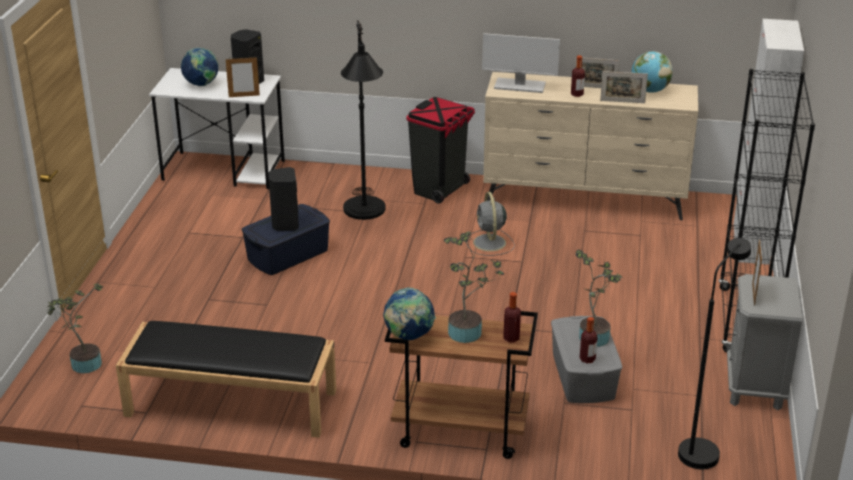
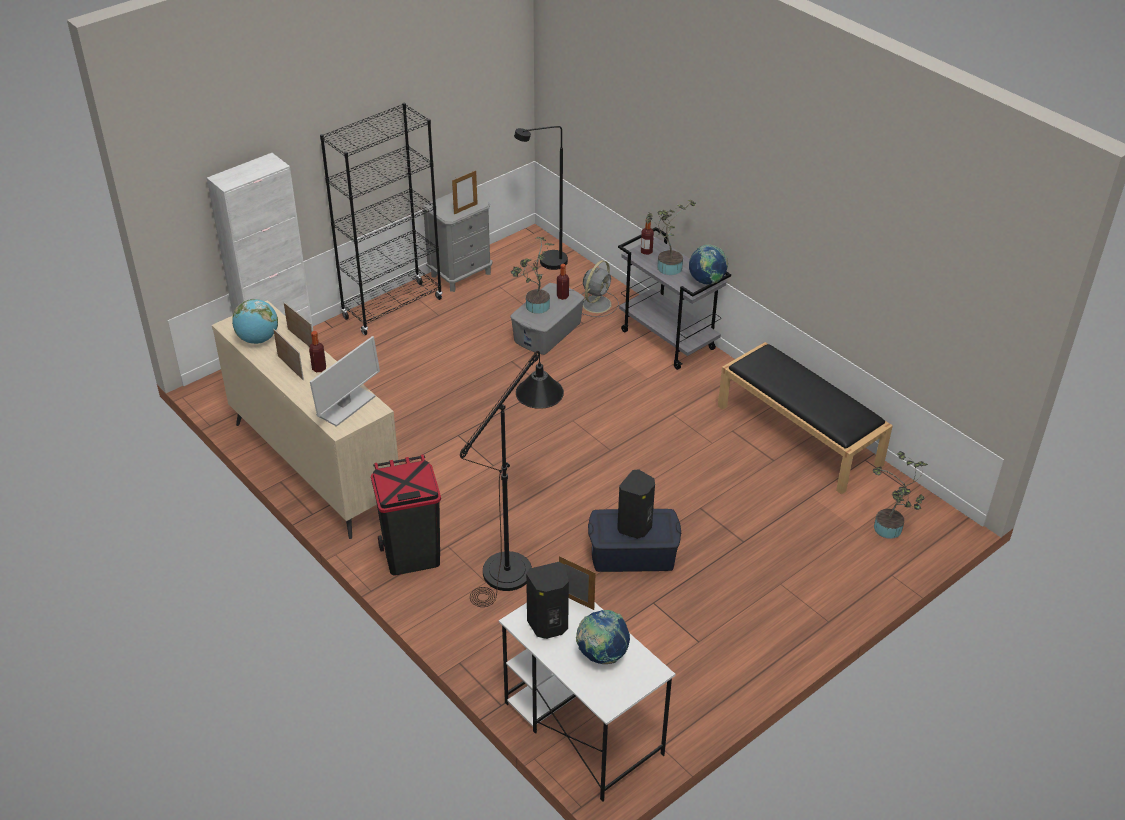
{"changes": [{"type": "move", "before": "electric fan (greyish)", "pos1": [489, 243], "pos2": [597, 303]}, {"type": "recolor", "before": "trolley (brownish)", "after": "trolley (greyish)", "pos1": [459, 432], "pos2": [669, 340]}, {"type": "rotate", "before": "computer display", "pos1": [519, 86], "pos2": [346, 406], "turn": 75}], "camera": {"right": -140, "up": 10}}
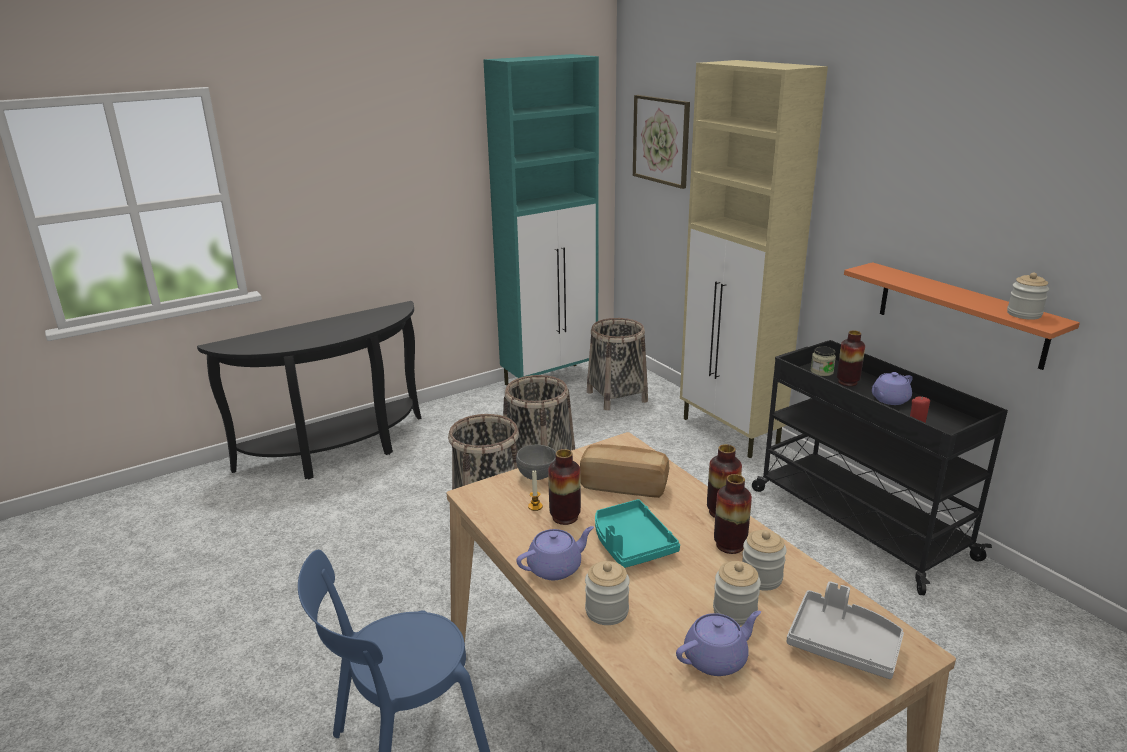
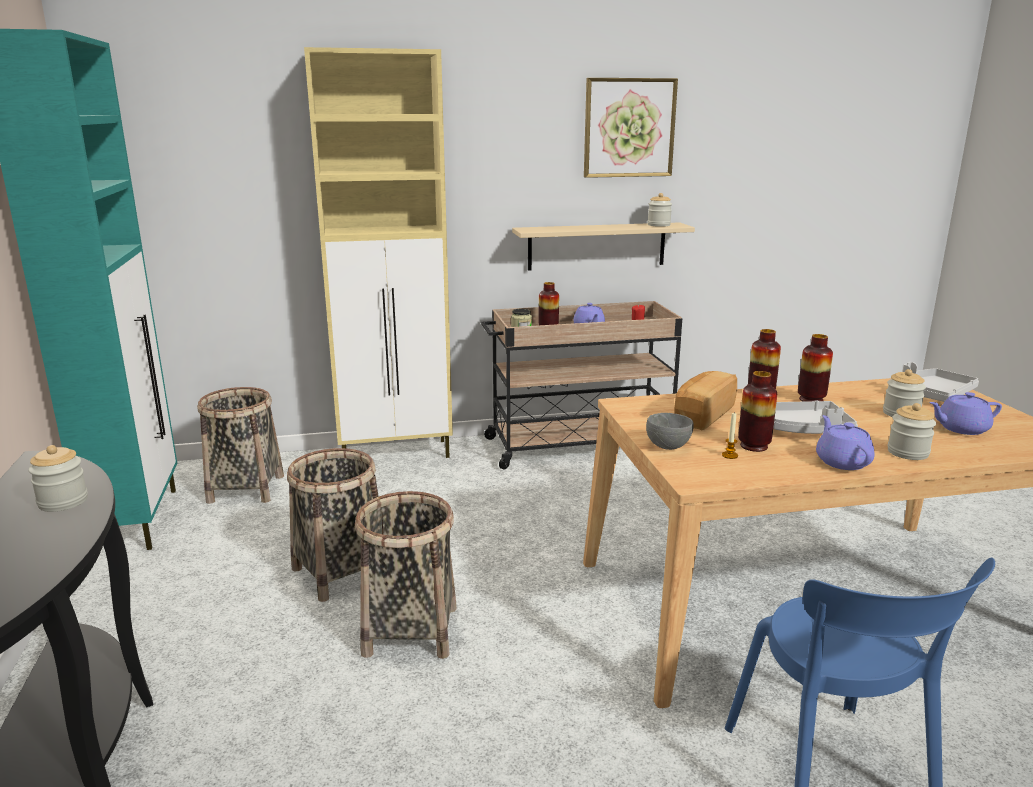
{"changes": [{"type": "move", "before": "wall art", "pos1": [661, 140], "pos2": [629, 128]}, {"type": "move", "before": "preserve jar", "pos1": [761, 578], "pos2": [63, 502]}, {"type": "recolor", "before": "tray (turquoise)", "after": "tray (greyish)", "pos1": [631, 544], "pos2": [805, 429]}, {"type": "recolor", "before": "trolley (black)", "after": "trolley (beige-coloured)", "pos1": [857, 521], "pos2": [578, 445]}, {"type": "recolor", "before": "shelf (orangey)", "after": "shelf (beige-coloured)", "pos1": [960, 314], "pos2": [597, 246]}, {"type": "rotate", "before": "tea pot (purple)", "pos1": [716, 658], "pos2": [961, 429], "turn": -90}], "camera": {"right": -70, "up": -5}}
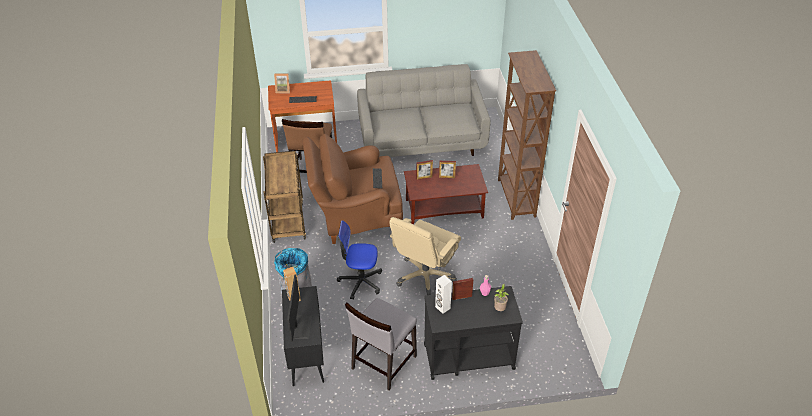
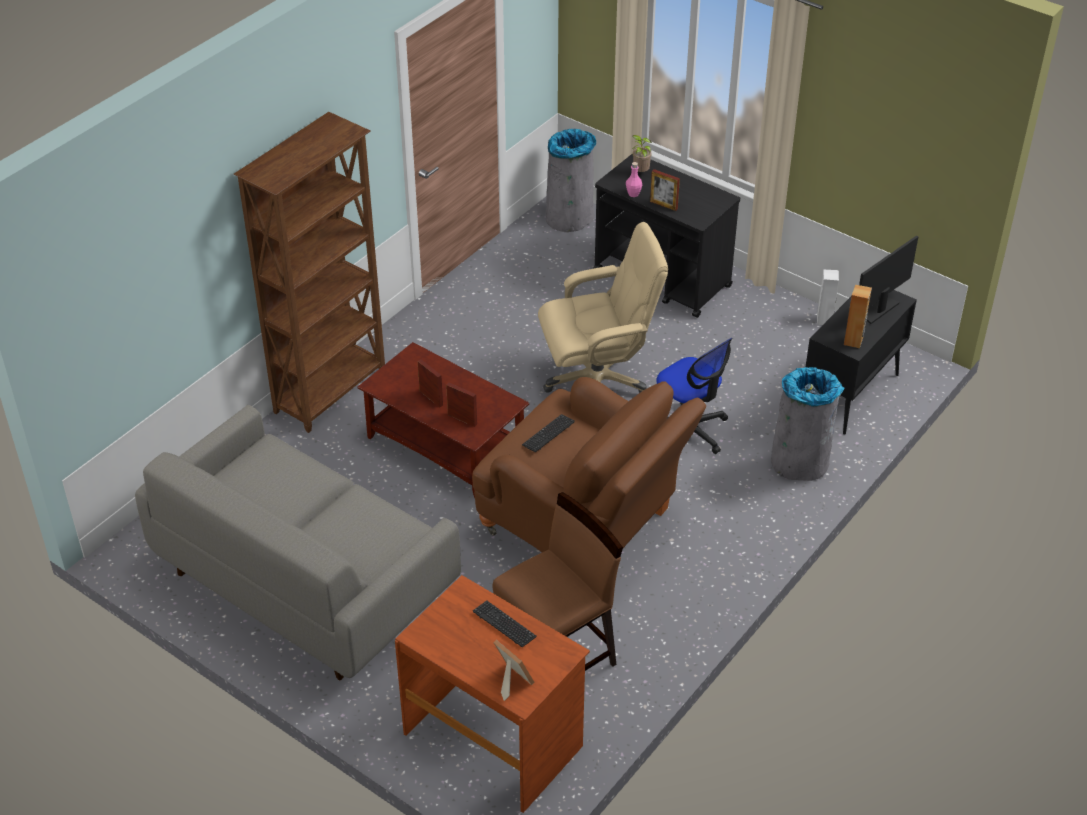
{"changes": [{"type": "delete", "before": "trolley (brownish)", "pos1": [287, 221]}, {"type": "delete", "before": "upright chair (greyish)", "pos1": [383, 362]}, {"type": "insert", "after": "waste bin (greyish)", "pos2": [570, 217]}, {"type": "move", "before": "speaker (whitish)", "pos1": [442, 307], "pos2": [824, 320]}], "camera": {"right": -135, "up": 0}}
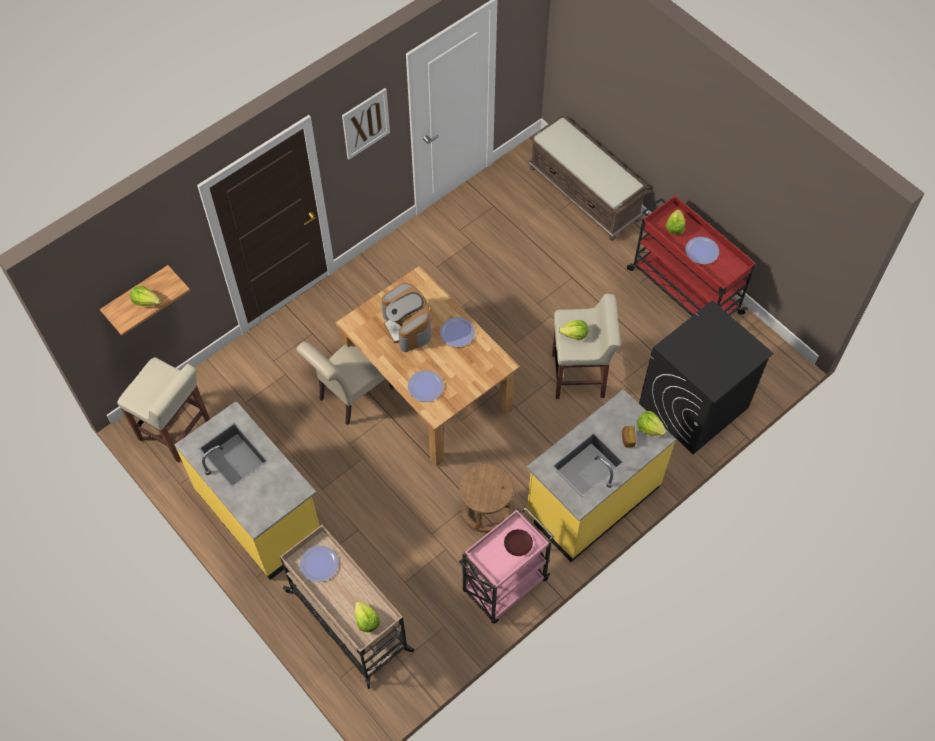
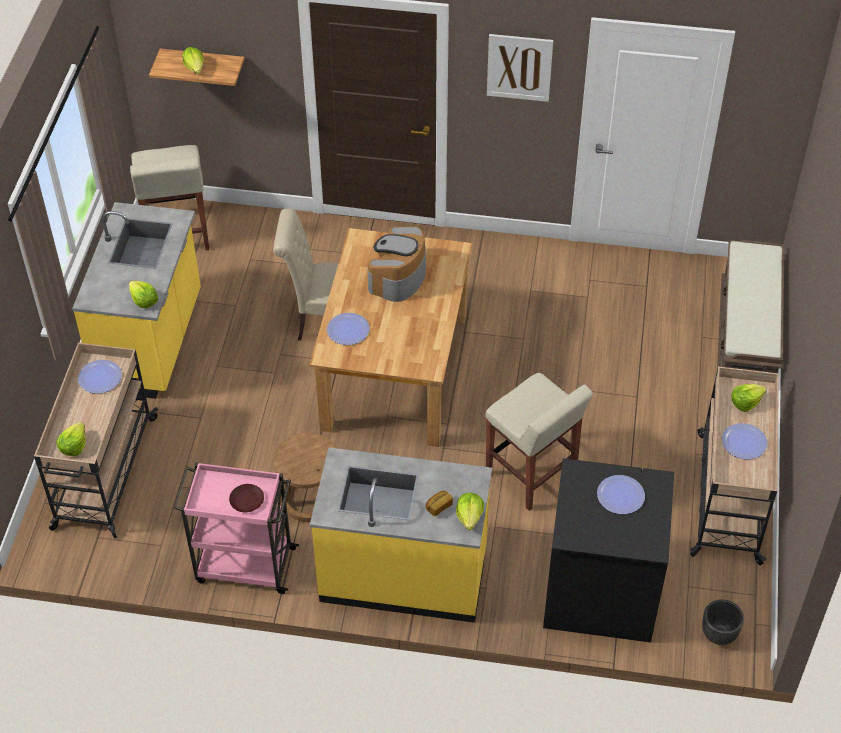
{"changes": [{"type": "insert", "after": "planter (black)", "pos2": [719, 635]}, {"type": "move", "before": "flat dish", "pos1": [457, 333], "pos2": [620, 495]}, {"type": "move", "before": "head of lettuce", "pos1": [574, 334], "pos2": [143, 301]}, {"type": "recolor", "before": "trolley (red-coloured)", "after": "trolley (beige-coloured)", "pos1": [683, 290], "pos2": [728, 495]}], "camera": {"right": 50, "up": -10}}
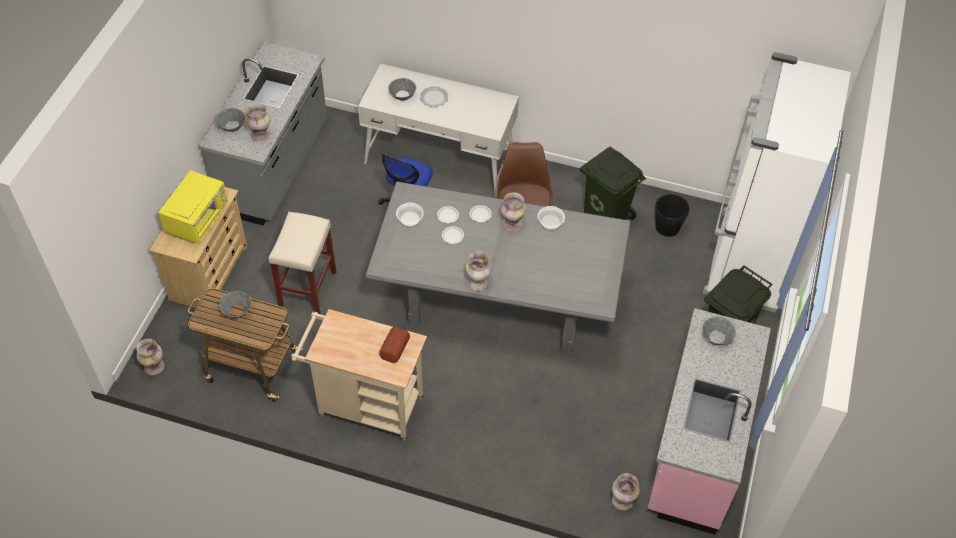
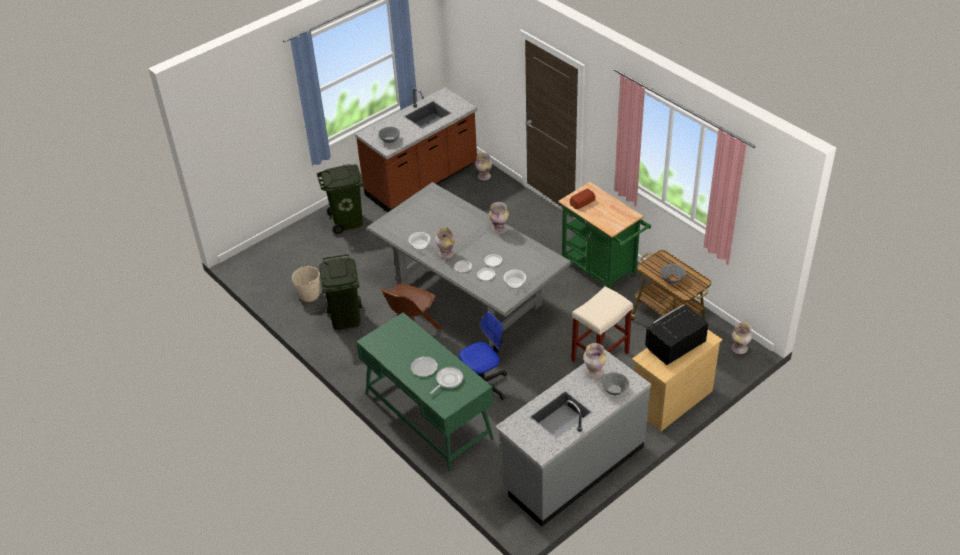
{"changes": [{"type": "delete", "before": "refrigerator (whitish)", "pos1": [746, 260]}, {"type": "replace", "before": "bowl (greyish)", "after": "pan", "pos1": [402, 95], "pos2": [448, 380]}, {"type": "recolor", "before": "microwave oven (yellow-coloured)", "after": "microwave oven (black)", "pos1": [198, 219], "pos2": [674, 347]}, {"type": "recolor", "before": "trolley (beige-coloured)", "after": "trolley (green-coloured)", "pos1": [365, 405], "pos2": [602, 271]}, {"type": "recolor", "before": "desk (whitish)", "after": "desk (green-coloured)", "pos1": [439, 159], "pos2": [428, 415]}, {"type": "recolor", "before": "counter (pinkish)", "after": "counter (brownish)", "pos1": [695, 449], "pos2": [422, 181]}, {"type": "recolor", "before": "bucket (black)", "after": "bucket (beige-coloured)", "pos1": [667, 227], "pos2": [309, 294]}], "camera": {"right": -145, "up": -10}}
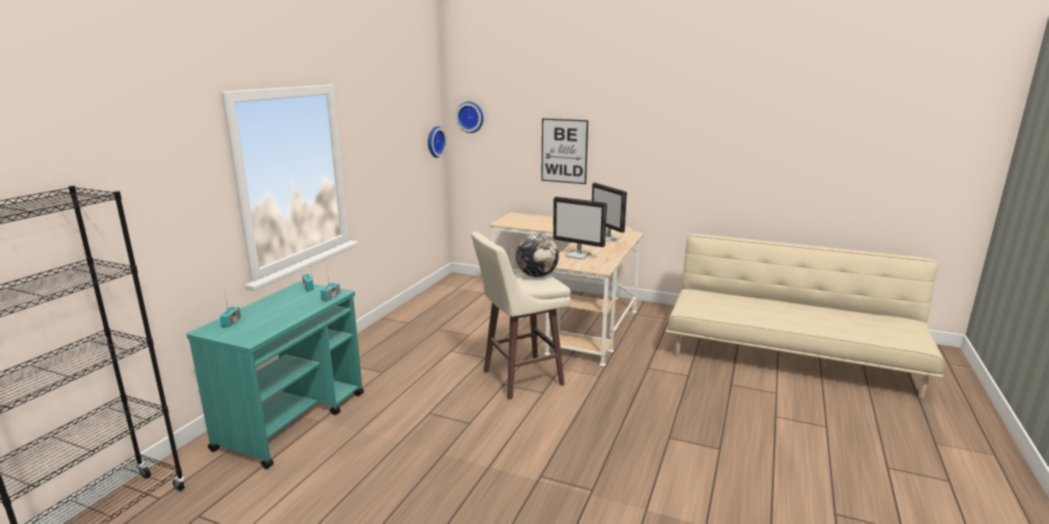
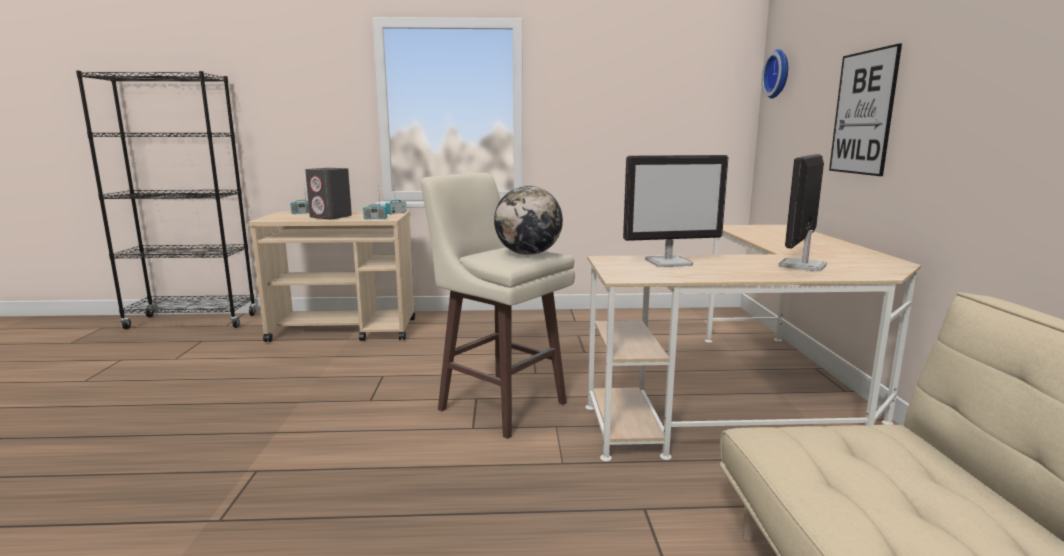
{"changes": [{"type": "delete", "before": "clock on the wall", "pos1": [434, 141]}, {"type": "insert", "after": "speaker (greyish)", "pos2": [331, 217]}, {"type": "recolor", "before": "trolley (turquoise)", "after": "trolley (beige-coloured)", "pos1": [293, 420], "pos2": [345, 330]}, {"type": "rotate", "before": "computer display", "pos1": [579, 255], "pos2": [669, 262], "turn": -105}], "camera": {"right": 65, "up": -5}}
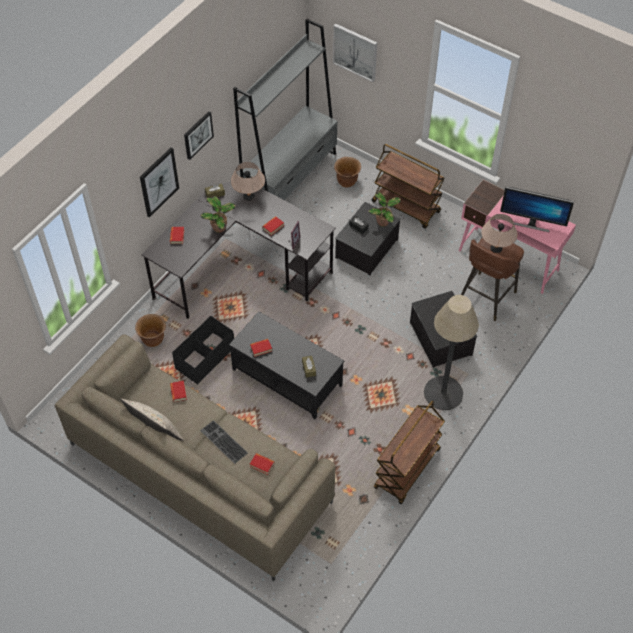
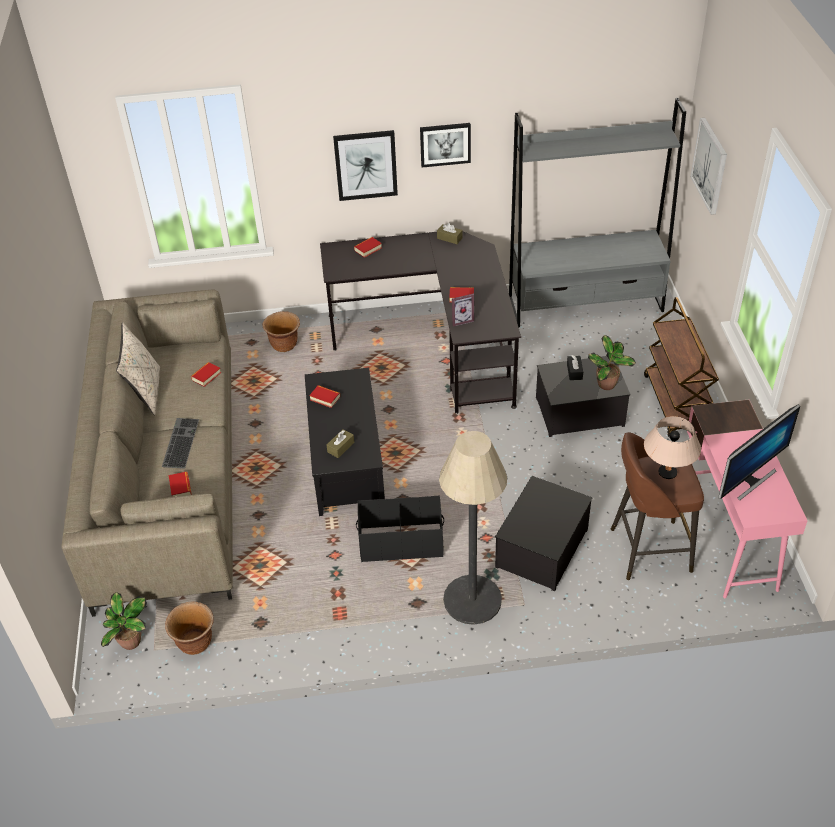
{"changes": [{"type": "delete", "before": "lamp for a table (beige-coloured)", "pos1": [248, 196]}, {"type": "delete", "before": "trolley (brownish)", "pos1": [407, 469]}, {"type": "move", "before": "storage container (black)", "pos1": [205, 358], "pos2": [401, 542]}, {"type": "move", "before": "potted plant", "pos1": [220, 228], "pos2": [131, 643]}, {"type": "move", "before": "planter (brownish)", "pos1": [347, 181], "pos2": [195, 643]}, {"type": "rotate", "before": "computer display", "pos1": [532, 223], "pos2": [749, 479], "turn": -105}], "camera": {"right": 50, "up": -10}}
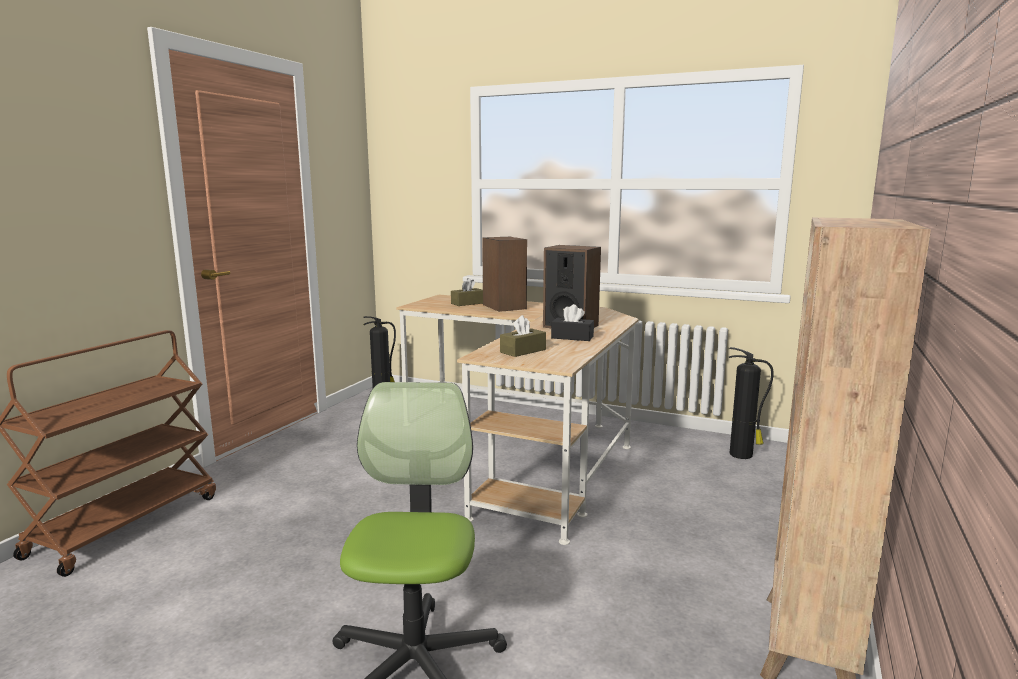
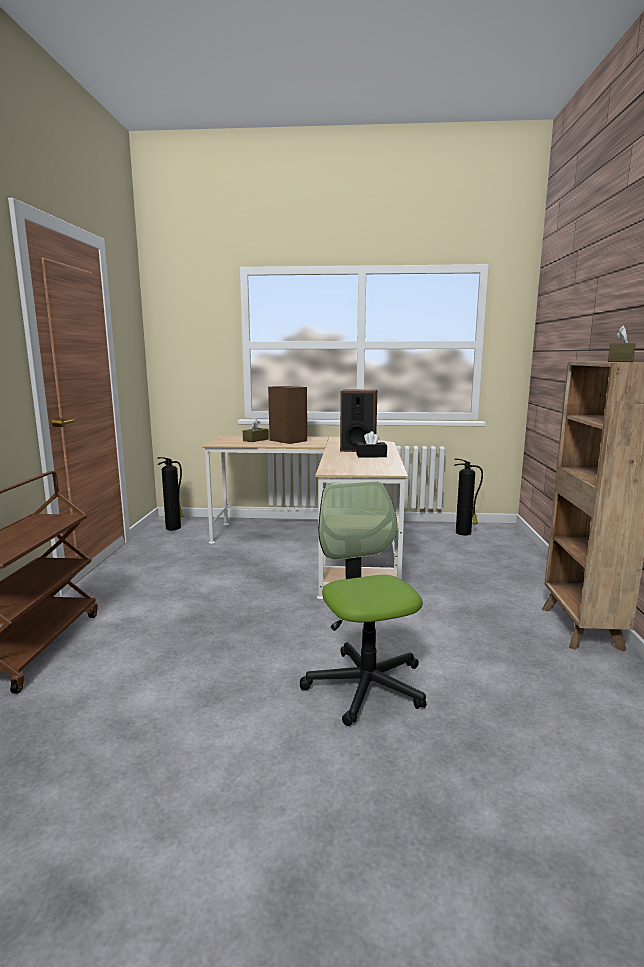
{"changes": [{"type": "move", "before": "tissue box (brownish)", "pos1": [523, 351], "pos2": [620, 361]}], "camera": {"right": -20, "up": 0}}
